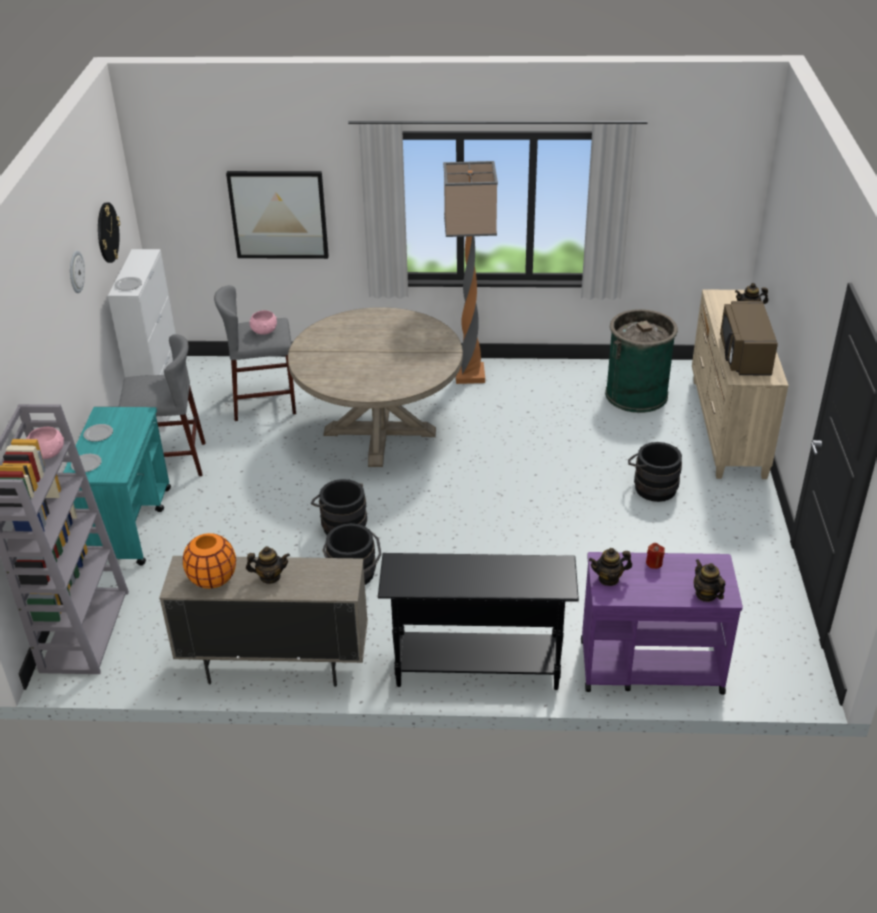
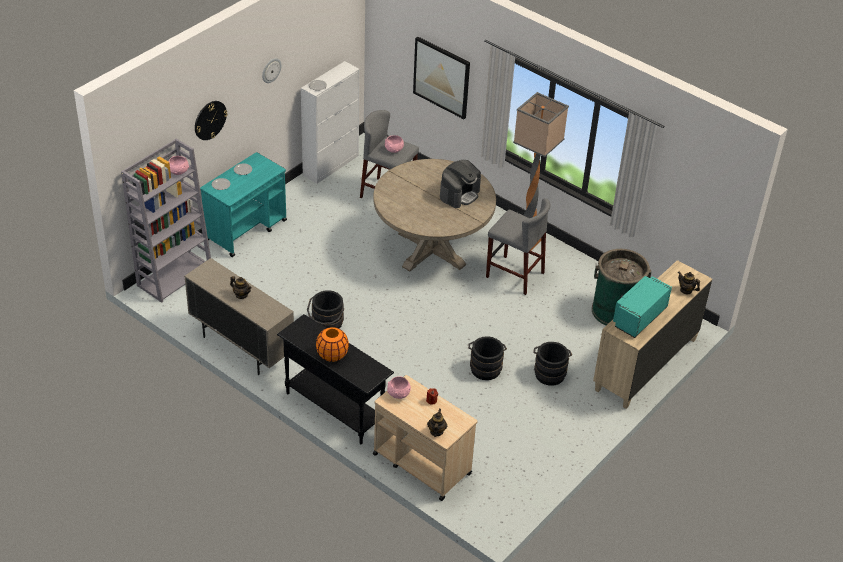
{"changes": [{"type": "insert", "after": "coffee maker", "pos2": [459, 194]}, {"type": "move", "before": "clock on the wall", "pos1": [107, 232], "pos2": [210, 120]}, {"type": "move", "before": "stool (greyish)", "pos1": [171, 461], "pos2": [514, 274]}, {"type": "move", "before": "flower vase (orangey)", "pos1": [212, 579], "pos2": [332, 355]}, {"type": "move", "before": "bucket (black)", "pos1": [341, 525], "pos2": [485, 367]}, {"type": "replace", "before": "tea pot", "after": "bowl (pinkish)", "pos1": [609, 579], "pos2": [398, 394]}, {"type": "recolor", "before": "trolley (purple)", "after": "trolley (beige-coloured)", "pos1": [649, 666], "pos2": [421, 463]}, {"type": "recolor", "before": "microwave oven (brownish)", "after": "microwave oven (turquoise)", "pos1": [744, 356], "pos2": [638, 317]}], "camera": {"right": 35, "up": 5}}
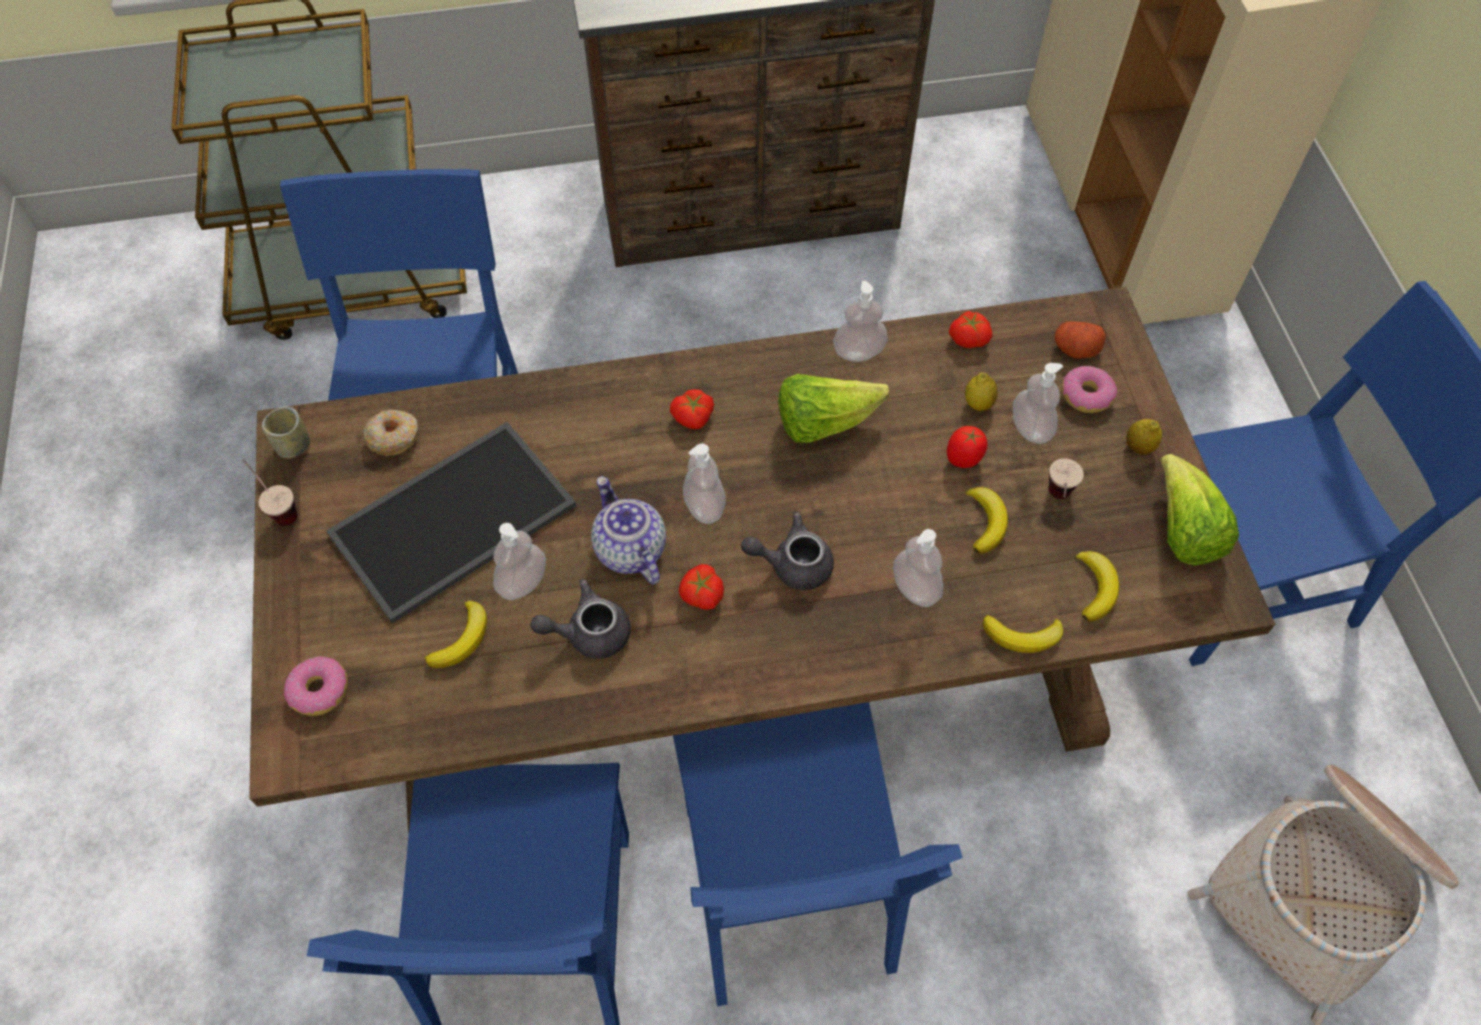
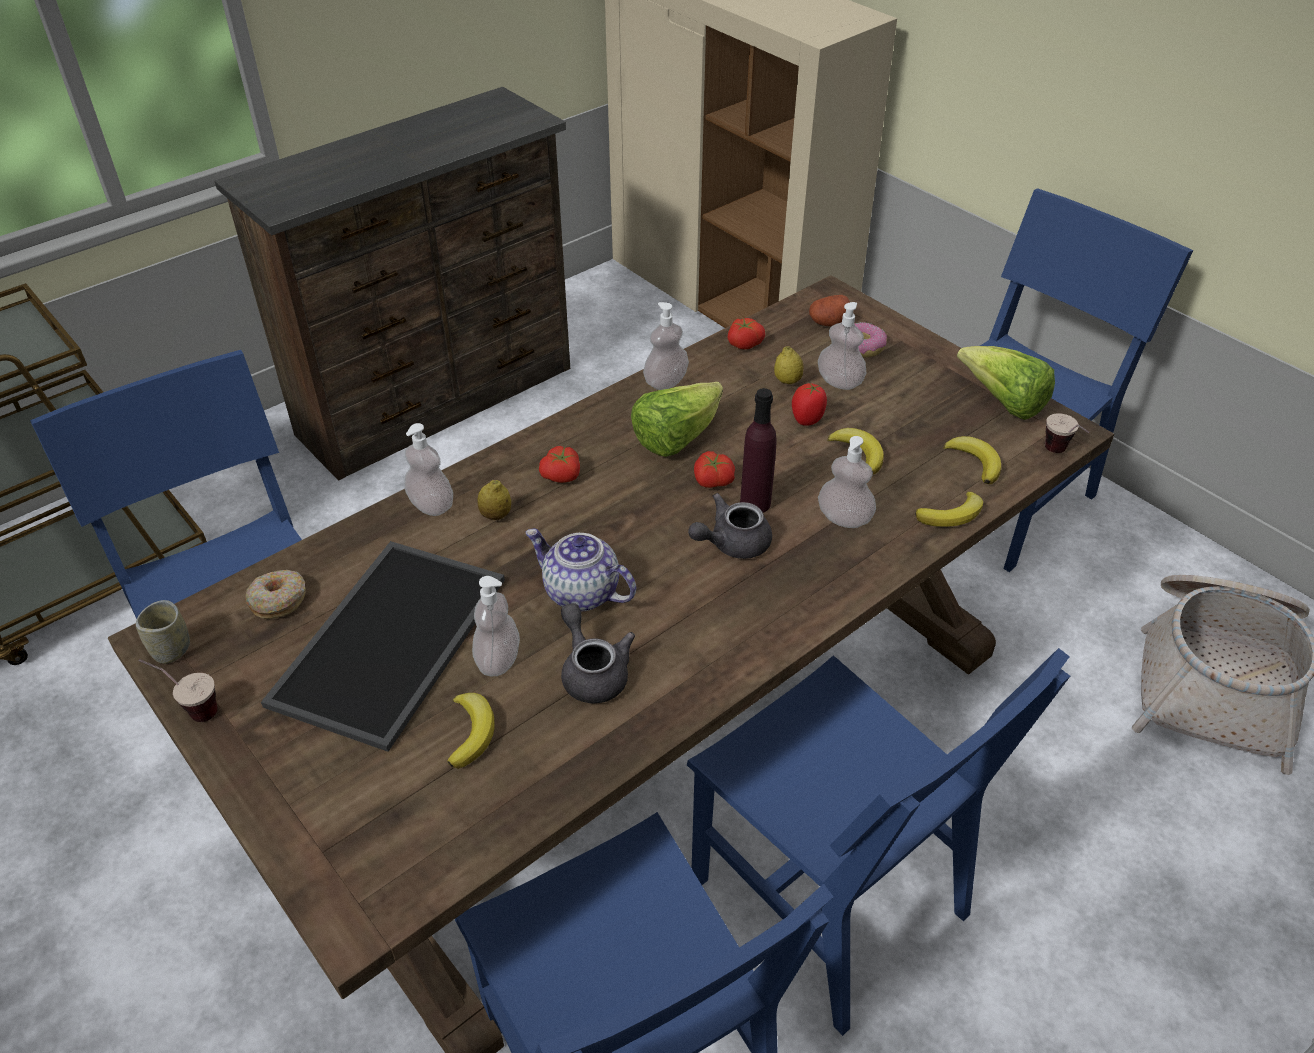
{"changes": [{"type": "delete", "before": "ring doughnut", "pos1": [319, 690]}, {"type": "insert", "after": "drink bottle (purple)", "pos2": [755, 503]}, {"type": "move", "before": "tomato", "pos1": [701, 595], "pos2": [712, 481]}, {"type": "move", "before": "soap bottle", "pos1": [704, 506], "pos2": [431, 505]}, {"type": "move", "before": "cup", "pos1": [1057, 501], "pos2": [1061, 455]}, {"type": "move", "before": "lemon", "pos1": [1138, 447], "pos2": [496, 515]}, {"type": "rotate", "before": "tea pot (greyish)", "pos1": [589, 632], "pos2": [592, 671], "turn": 105}], "camera": {"right": -30, "up": -15}}
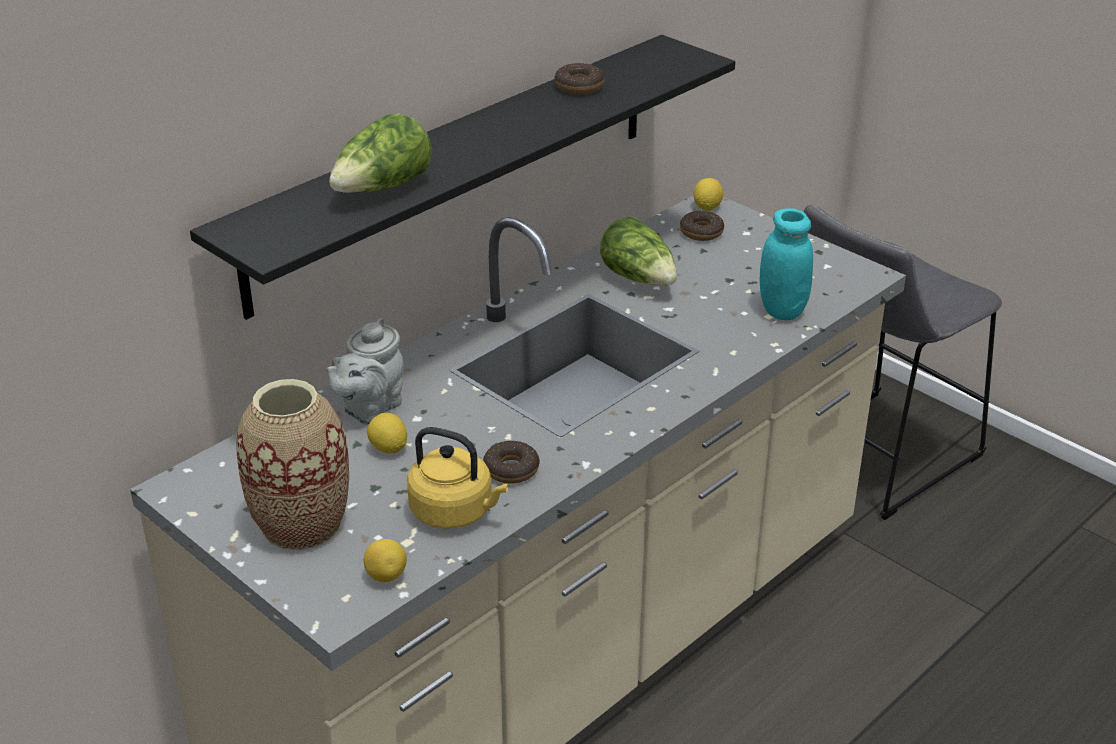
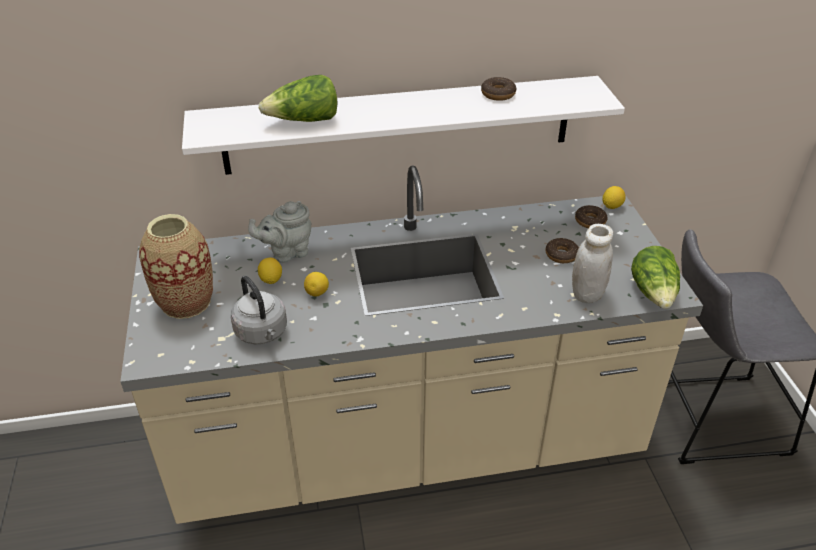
{"changes": [{"type": "move", "before": "lemon", "pos1": [386, 576], "pos2": [317, 293]}, {"type": "move", "before": "ring doughnut", "pos1": [511, 469], "pos2": [561, 255]}, {"type": "move", "before": "head of lettuce", "pos1": [640, 278], "pos2": [654, 293]}, {"type": "recolor", "before": "shelf (black)", "after": "shelf (whitish)", "pos1": [456, 169], "pos2": [399, 125]}, {"type": "recolor", "before": "water kettle (yellow-coloured)", "after": "water kettle (greyish)", "pos1": [455, 512], "pos2": [262, 333]}, {"type": "recolor", "before": "preserve jar (turquoise)", "after": "preserve jar (whitish)", "pos1": [782, 310], "pos2": [587, 294]}], "camera": {"right": 35, "up": 5}}
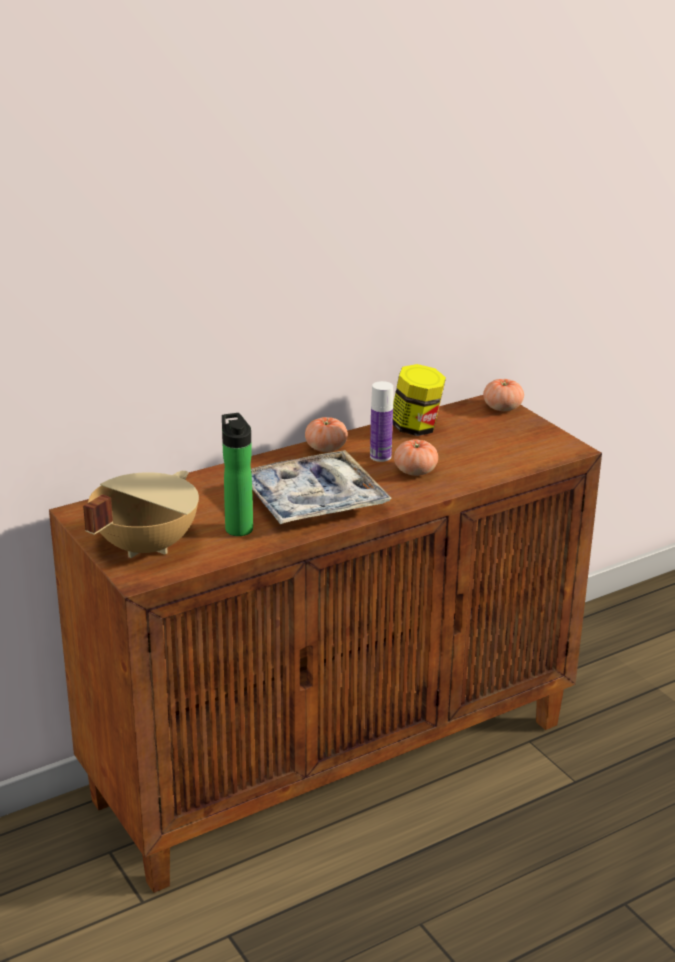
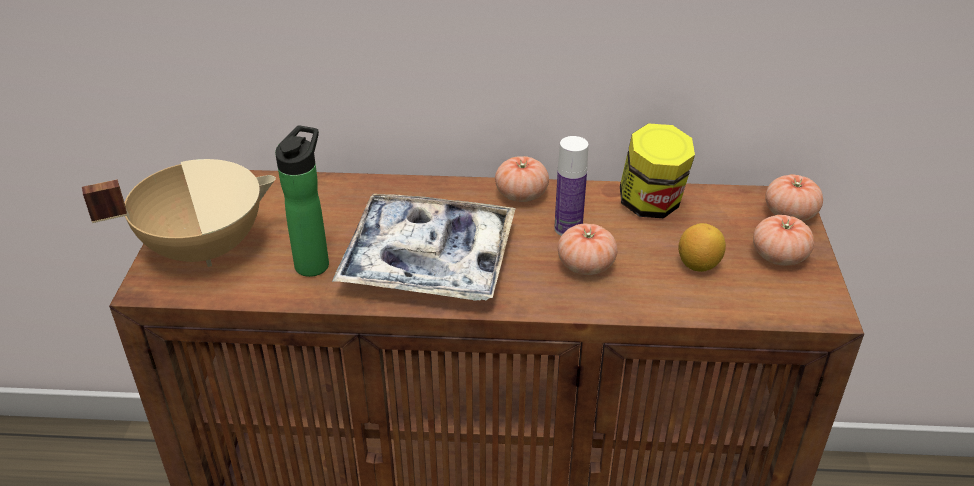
{"changes": [{"type": "insert", "after": "lemon", "pos2": [698, 265]}, {"type": "insert", "after": "tomato", "pos2": [779, 256]}], "camera": {"right": 35, "up": 10}}
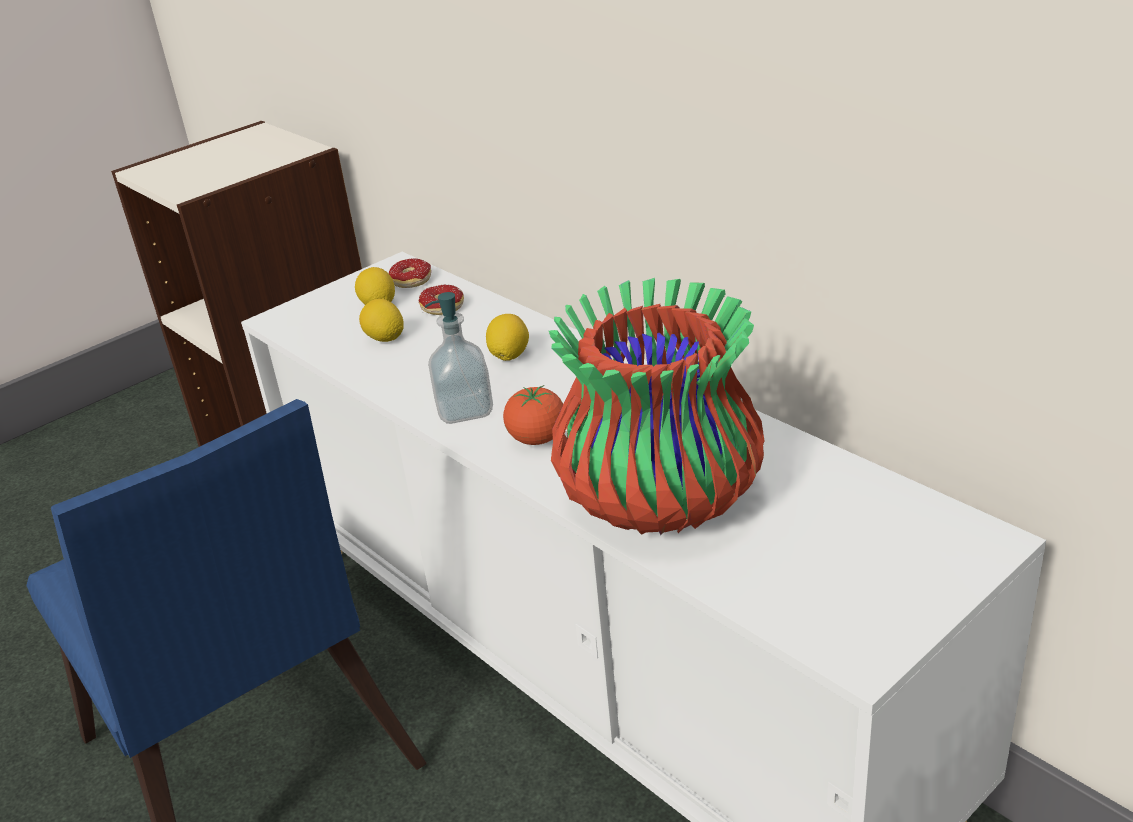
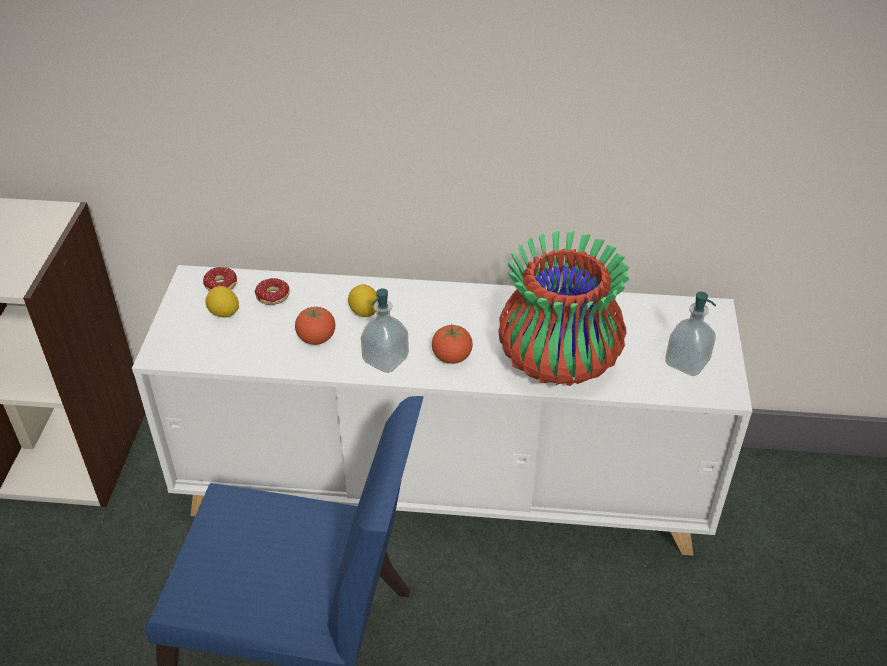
{"changes": [{"type": "delete", "before": "lemon", "pos1": [385, 339]}, {"type": "insert", "after": "tomato", "pos2": [316, 339]}, {"type": "insert", "after": "soap bottle", "pos2": [686, 362]}], "camera": {"right": -45, "up": 10}}
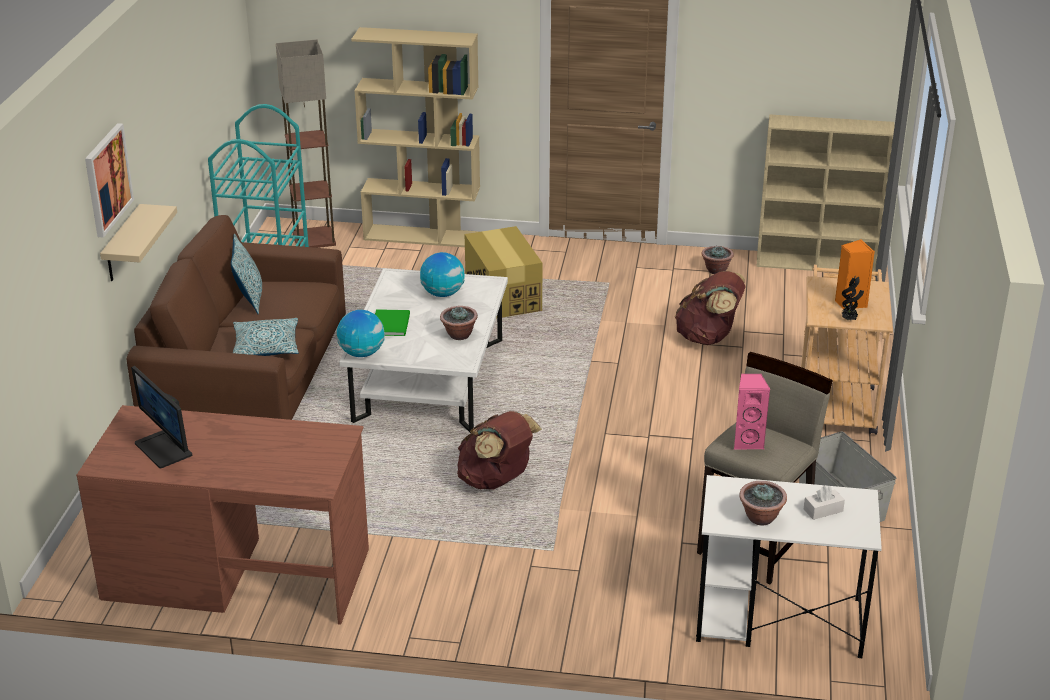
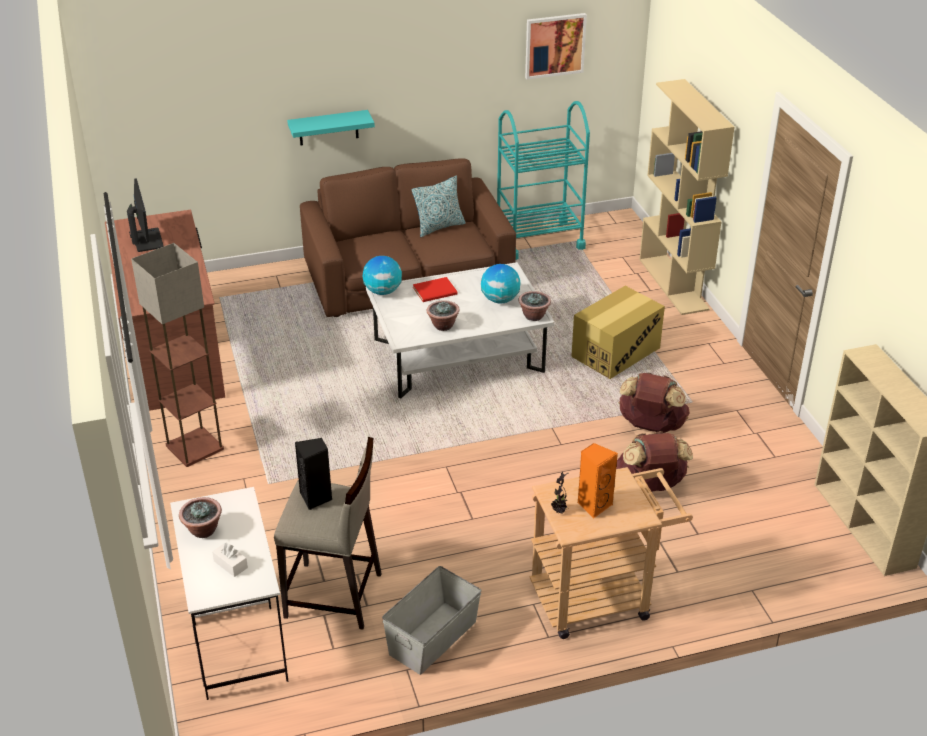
{"changes": [{"type": "delete", "before": "pillow", "pos1": [266, 347]}, {"type": "move", "before": "wall art", "pos1": [107, 179], "pos2": [554, 45]}, {"type": "move", "before": "floor lamp", "pos1": [315, 239], "pos2": [194, 448]}, {"type": "move", "before": "rucksack (brownish)", "pos1": [496, 481], "pos2": [651, 426]}, {"type": "move", "before": "potted plant", "pos1": [716, 270], "pos2": [534, 316]}, {"type": "recolor", "before": "shelf (beige-coloured)", "after": "shelf (turquoise)", "pos1": [122, 245], "pos2": [328, 128]}, {"type": "recolor", "before": "bound book (green-coloured)", "after": "bound book (red-coloured)", "pos1": [392, 323], "pos2": [436, 291]}, {"type": "recolor", "before": "speaker (pinkish)", "after": "speaker (black)", "pos1": [748, 442], "pos2": [316, 498]}, {"type": "rotate", "before": "computer display", "pos1": [165, 449], "pos2": [147, 240], "turn": 135}], "camera": {"right": 65, "up": 5}}
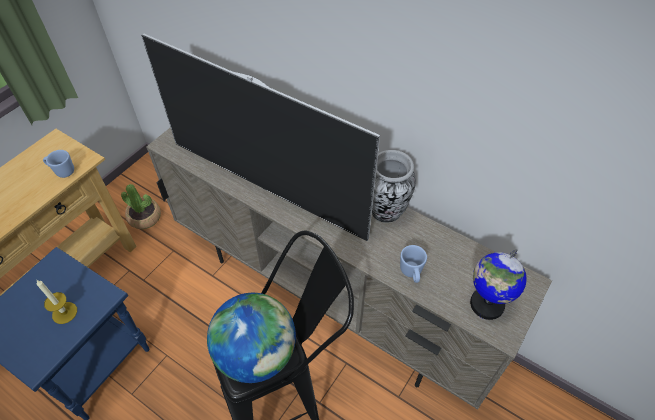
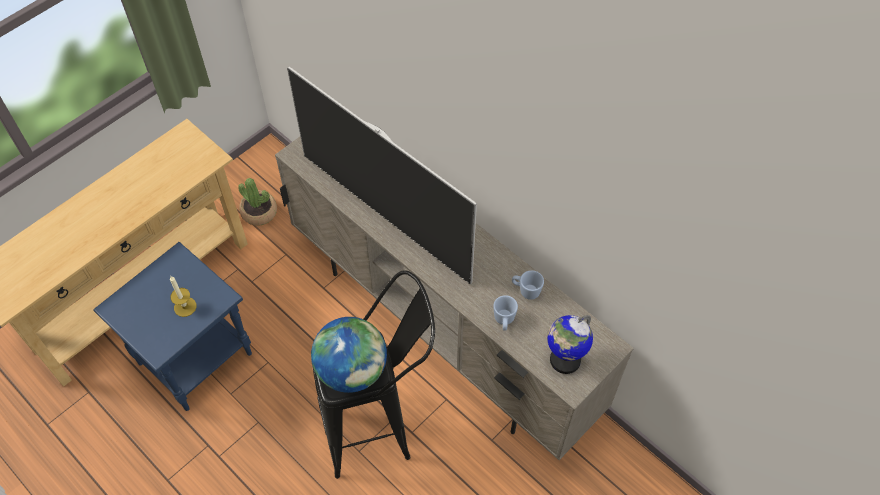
{"changes": [{"type": "delete", "before": "flower vase", "pos1": [386, 213]}, {"type": "move", "before": "mug (blue)", "pos1": [62, 171], "pos2": [526, 290]}], "camera": {"right": 10, "up": 5}}
